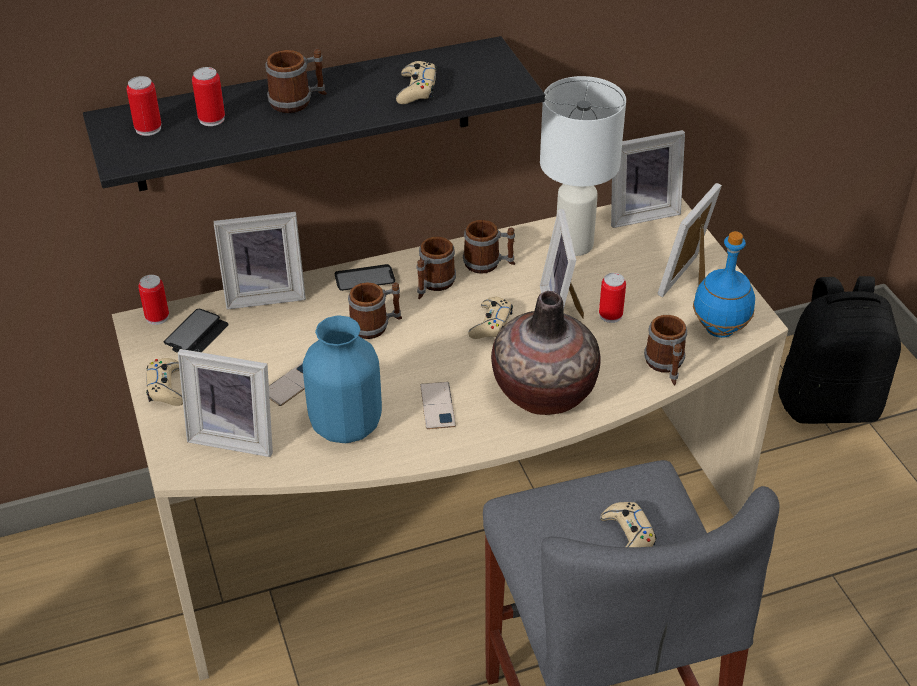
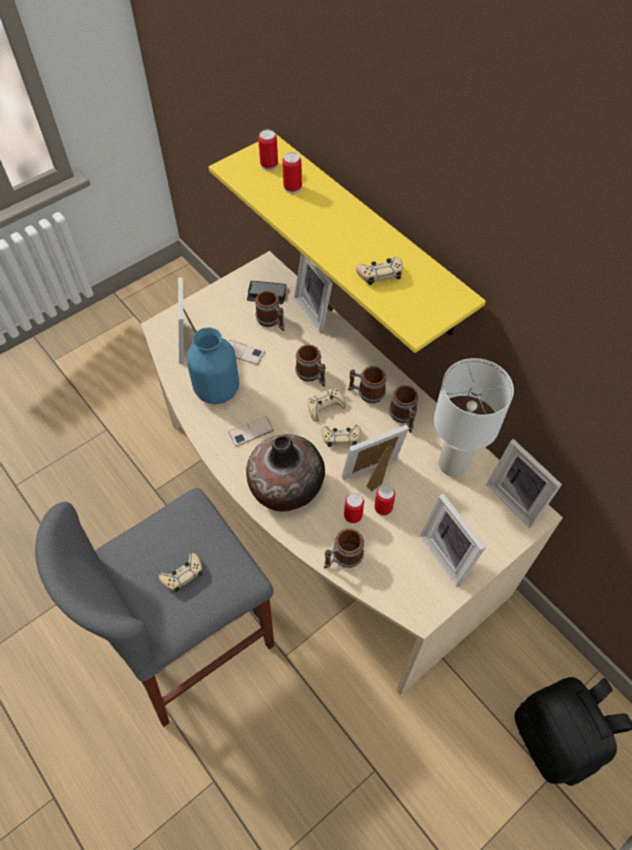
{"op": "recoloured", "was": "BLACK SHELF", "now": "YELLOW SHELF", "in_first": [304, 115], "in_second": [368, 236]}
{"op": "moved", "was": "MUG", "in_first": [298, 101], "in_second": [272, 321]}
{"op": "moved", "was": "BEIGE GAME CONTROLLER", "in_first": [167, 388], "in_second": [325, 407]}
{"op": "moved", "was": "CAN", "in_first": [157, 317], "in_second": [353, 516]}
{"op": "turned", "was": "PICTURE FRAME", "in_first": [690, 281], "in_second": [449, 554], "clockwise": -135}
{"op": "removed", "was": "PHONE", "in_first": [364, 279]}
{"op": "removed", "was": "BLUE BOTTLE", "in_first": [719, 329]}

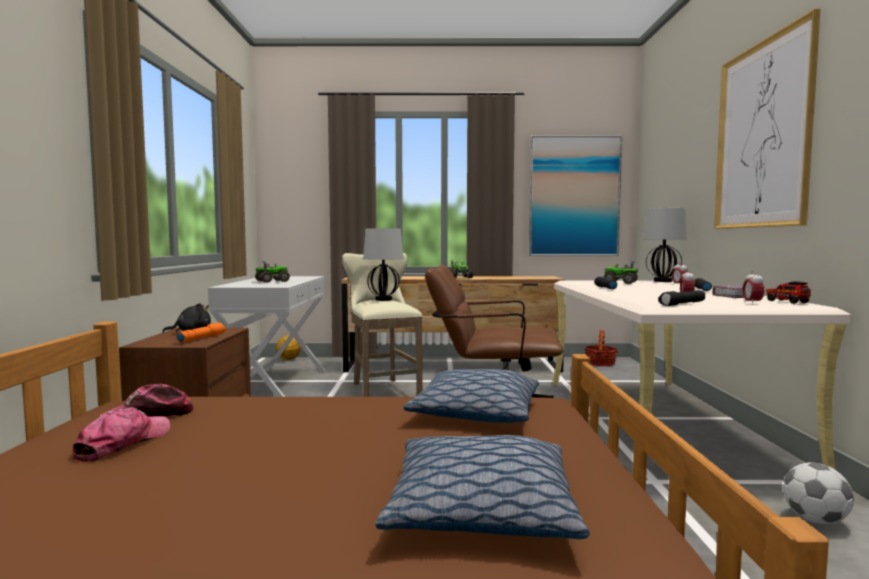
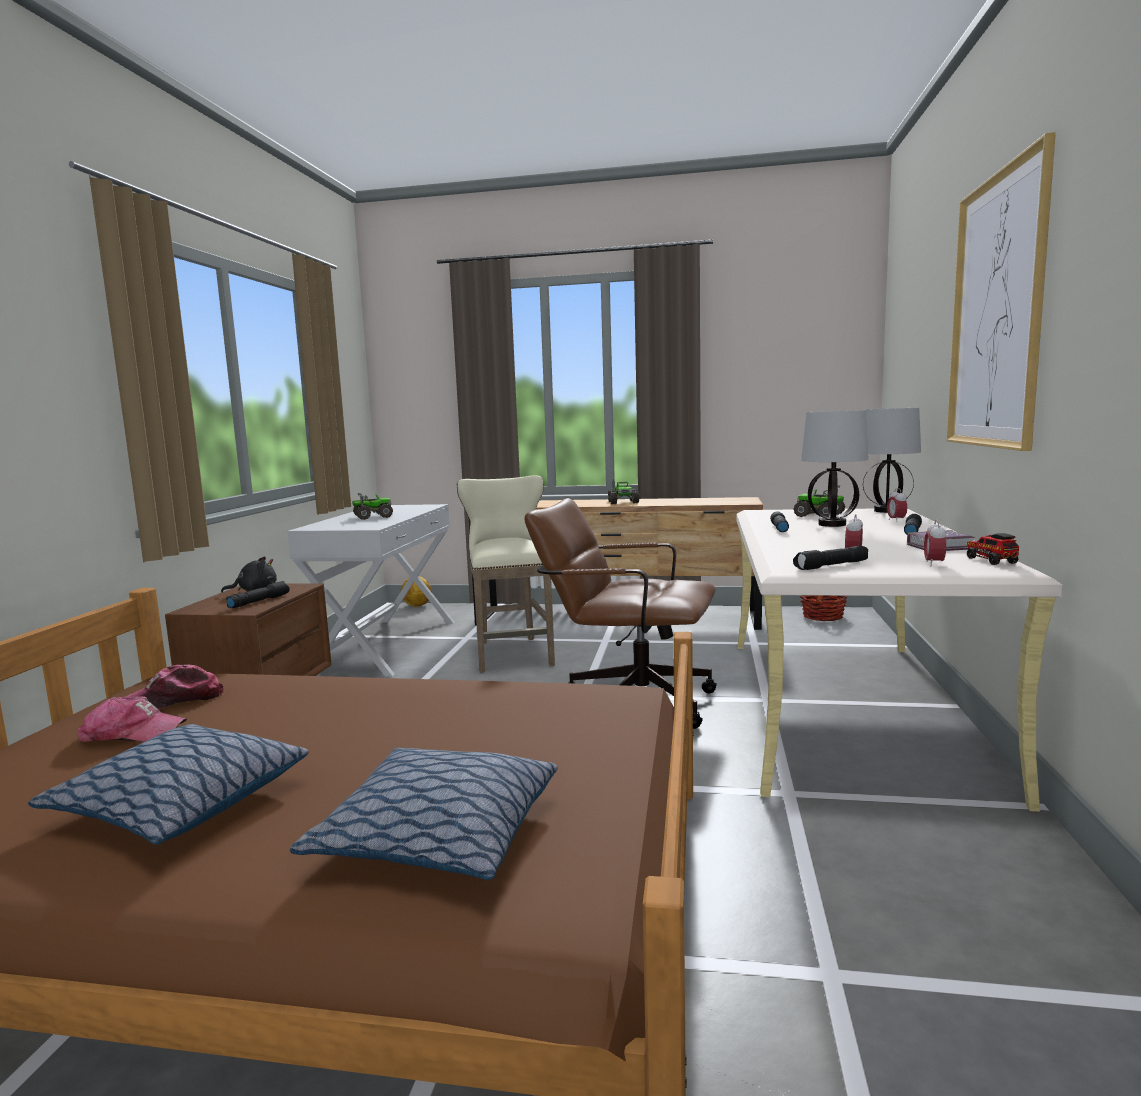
{"op": "moved", "was": "PILLOW", "in_first": [475, 413], "in_second": [179, 804]}
{"op": "turned", "was": "CAP", "in_first": [123, 443], "in_second": [132, 734], "clockwise": 60}
{"op": "recoloured", "was": "ORANGE FLASHLIGHT", "now": "BLACK FLASHLIGHT", "in_first": [201, 338], "in_second": [259, 601]}
{"op": "moved", "was": "TABLE LAMP", "in_first": [383, 300], "in_second": [831, 524]}
{"op": "removed", "was": "PICTURE", "in_first": [574, 196]}
{"op": "removed", "was": "FOOTBALL", "in_first": [815, 520]}

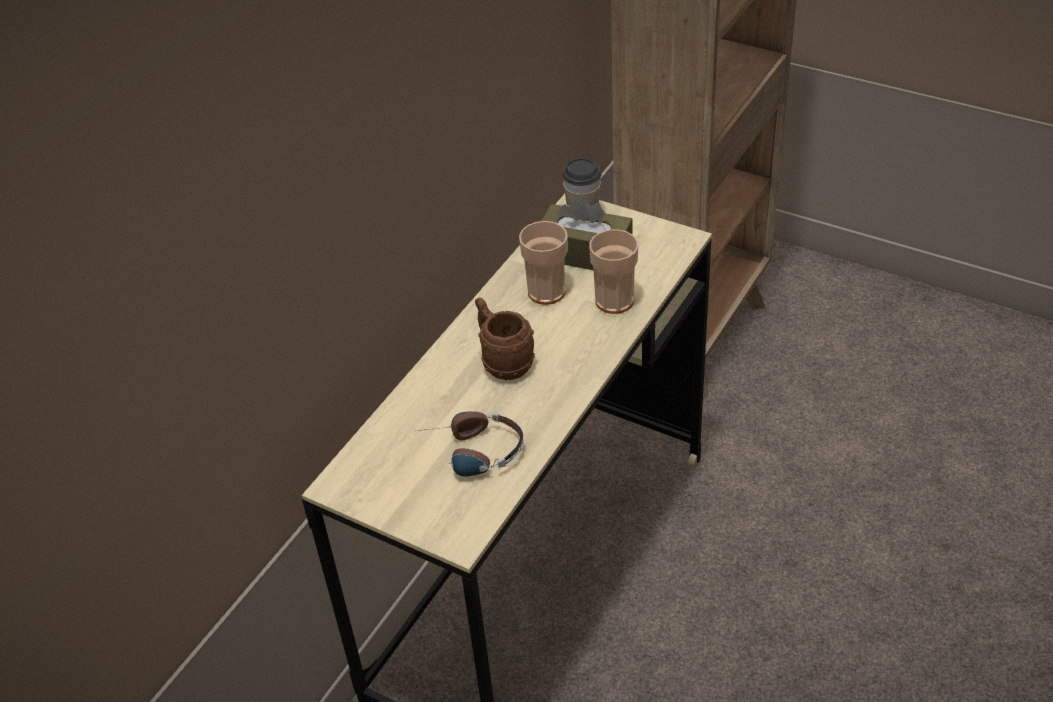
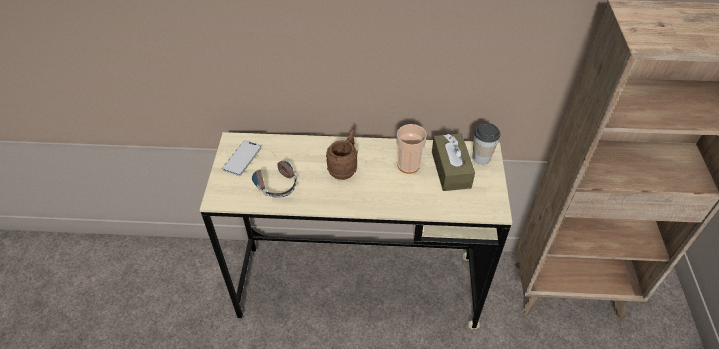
{"op": "added", "now": "PHONE", "in_second": [242, 159]}
{"op": "removed", "was": "CUP", "in_first": [614, 301]}

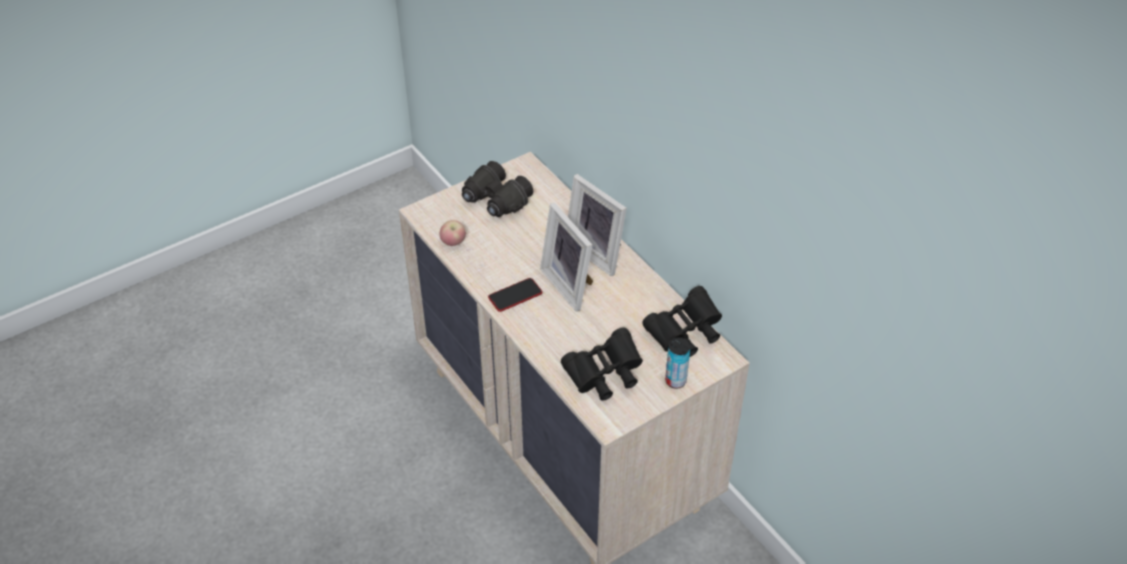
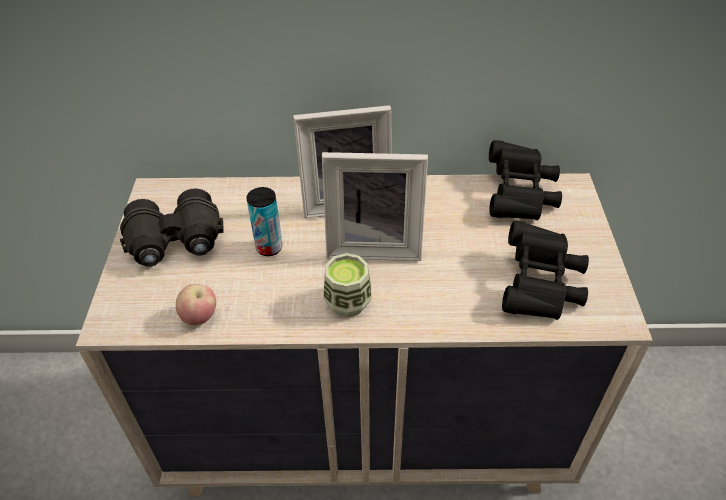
{"op": "moved", "was": "CAN", "in_first": [675, 381], "in_second": [269, 247]}
{"op": "replaced", "was": "PHONE", "now": "CUP", "in_first": [515, 295], "in_second": [348, 302]}

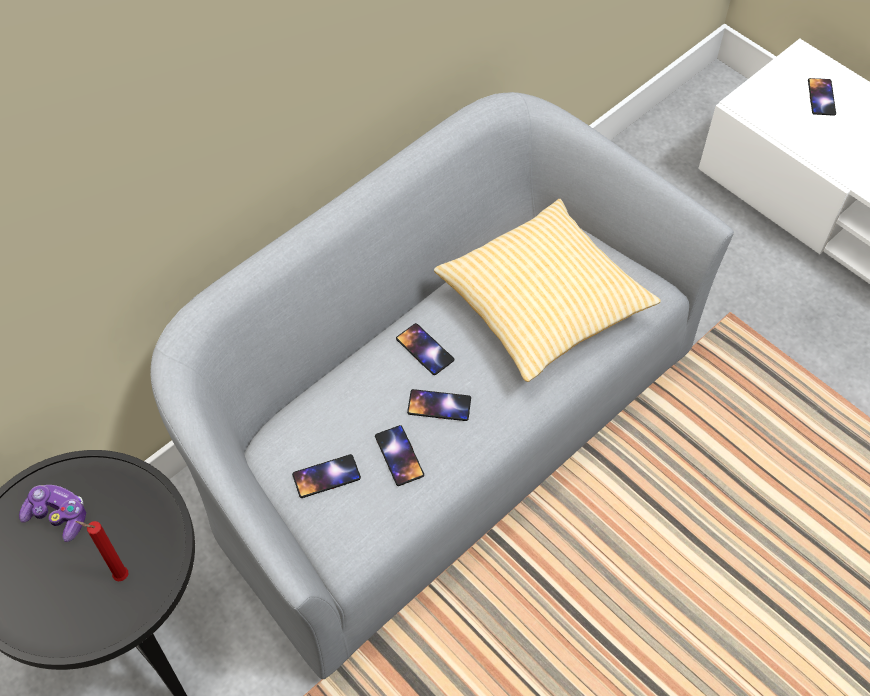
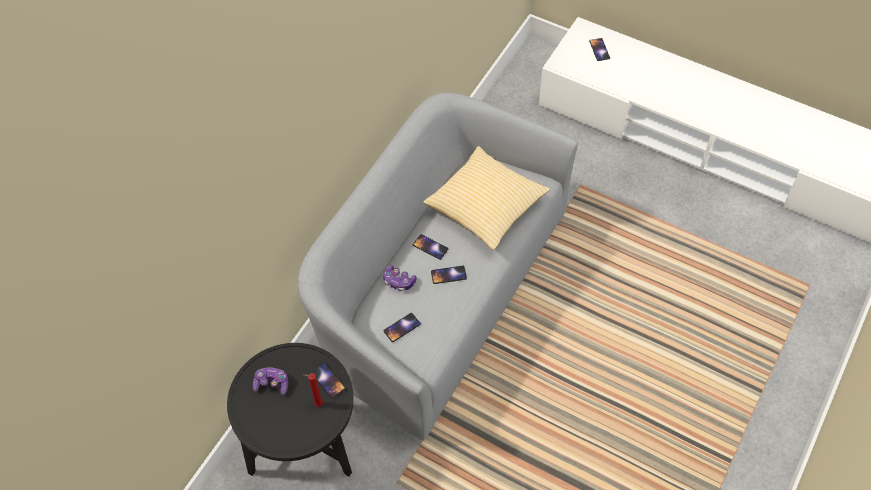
{"op": "moved", "was": "PHONE", "in_first": [399, 455], "in_second": [328, 380]}
{"op": "added", "now": "GAME CONTROLLER", "in_second": [399, 281]}

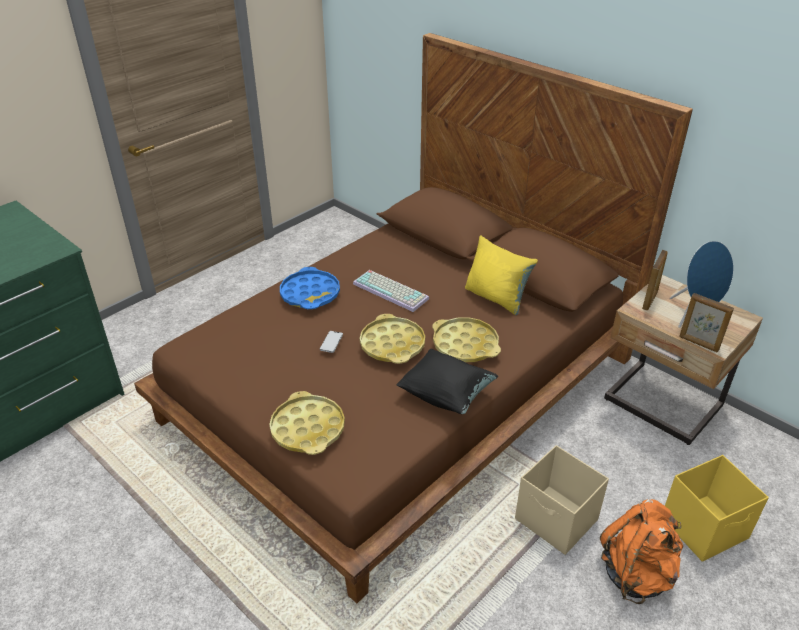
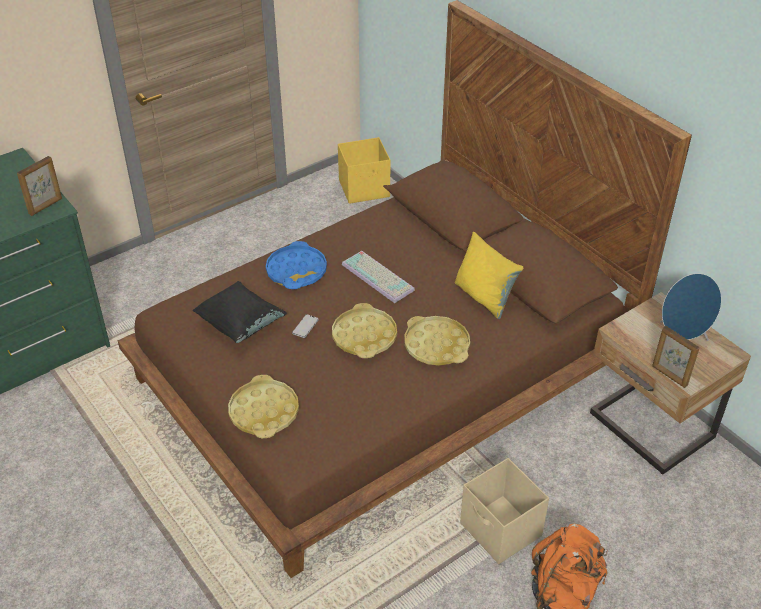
{"op": "moved", "was": "PICTURE FRAME", "in_first": [650, 300], "in_second": [46, 206]}
{"op": "moved", "was": "BLACK PILLOW", "in_first": [446, 395], "in_second": [240, 325]}
{"op": "moved", "was": "YELLOW STORAGE BOX", "in_first": [705, 528], "in_second": [365, 189]}

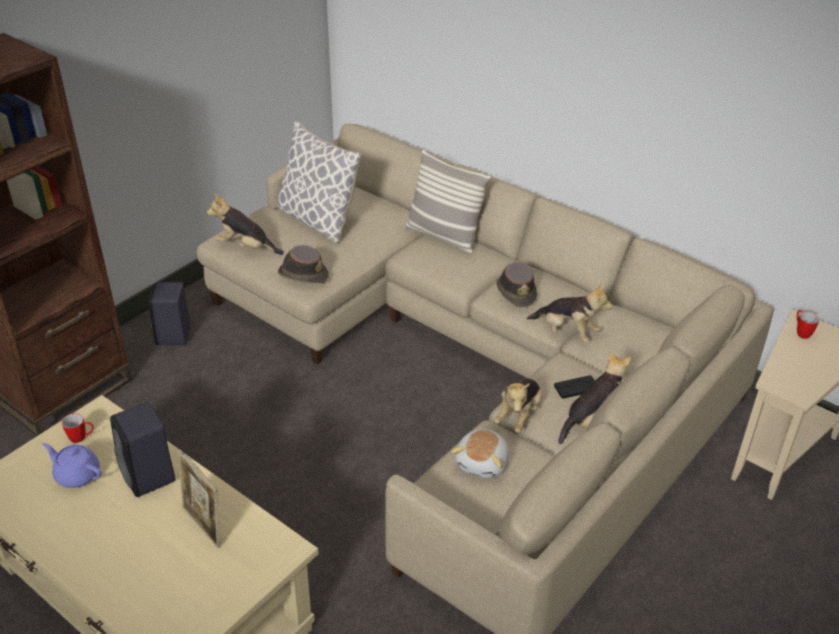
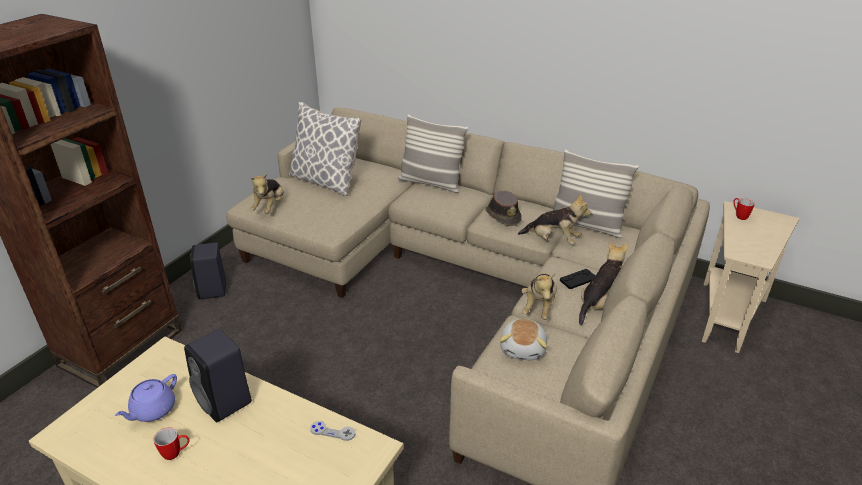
{"op": "turned", "was": "PURPLE TEAPOT", "in_first": [77, 475], "in_second": [152, 410], "clockwise": -75}
{"op": "moved", "was": "MUG", "in_first": [82, 438], "in_second": [176, 453]}
{"op": "turned", "was": "PLUSH TOY", "in_first": [246, 247], "in_second": [270, 207], "clockwise": -90}
{"op": "added", "now": "GREY GAME CONTROLLER", "in_second": [332, 431]}
{"op": "added", "now": "PILLOW", "in_second": [586, 226]}
{"op": "removed", "was": "PICTURE FRAME", "in_first": [204, 526]}
{"op": "removed", "was": "BROWN HAT", "in_first": [303, 274]}

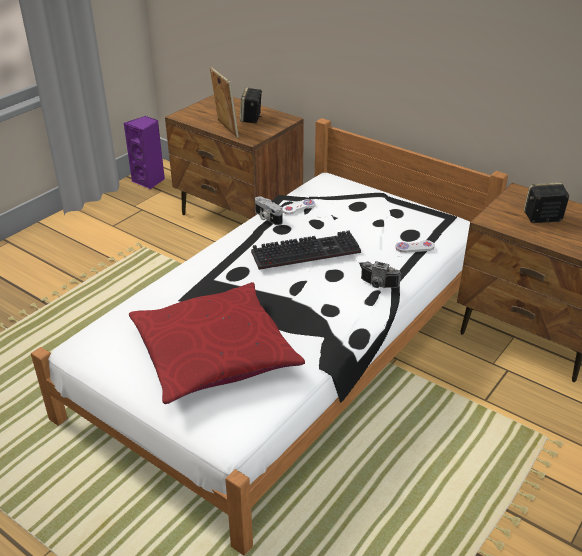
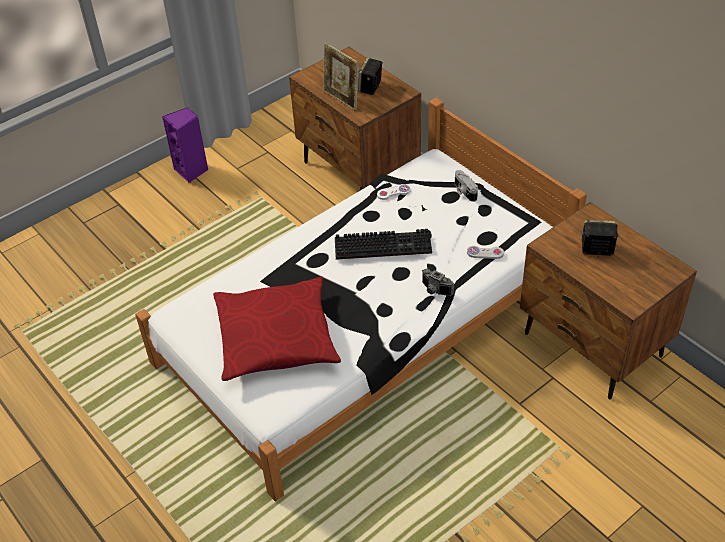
{"op": "moved", "was": "PURPLE SPEAKER", "in_first": [149, 181], "in_second": [192, 171]}
{"op": "turned", "was": "PICTURE FRAME", "in_first": [225, 129], "in_second": [341, 100], "clockwise": 150}
{"op": "moved", "was": "PHOTO CAMERA", "in_first": [267, 218], "in_second": [464, 191]}

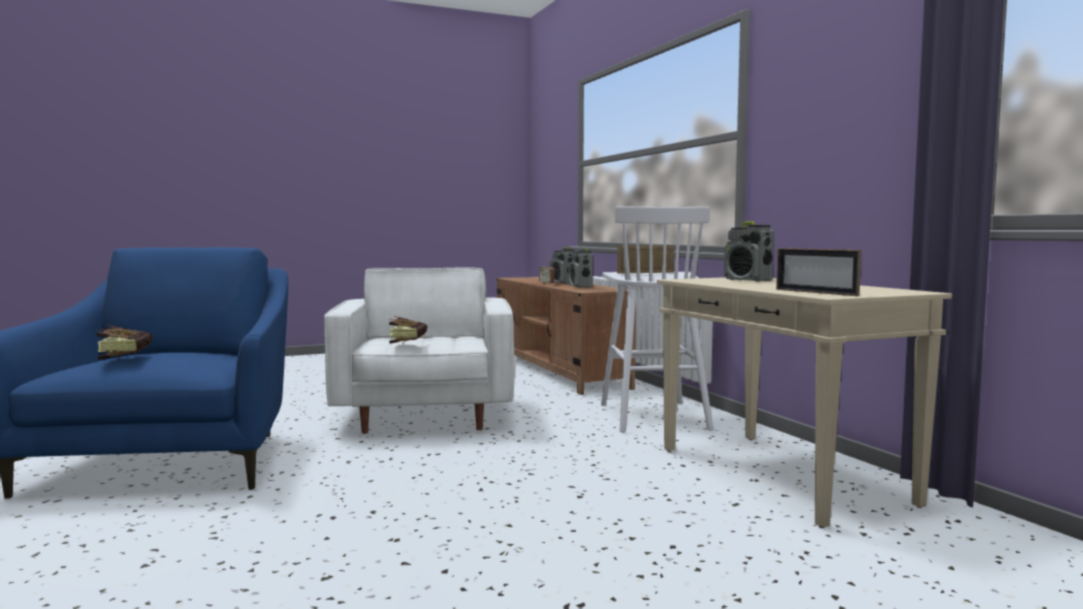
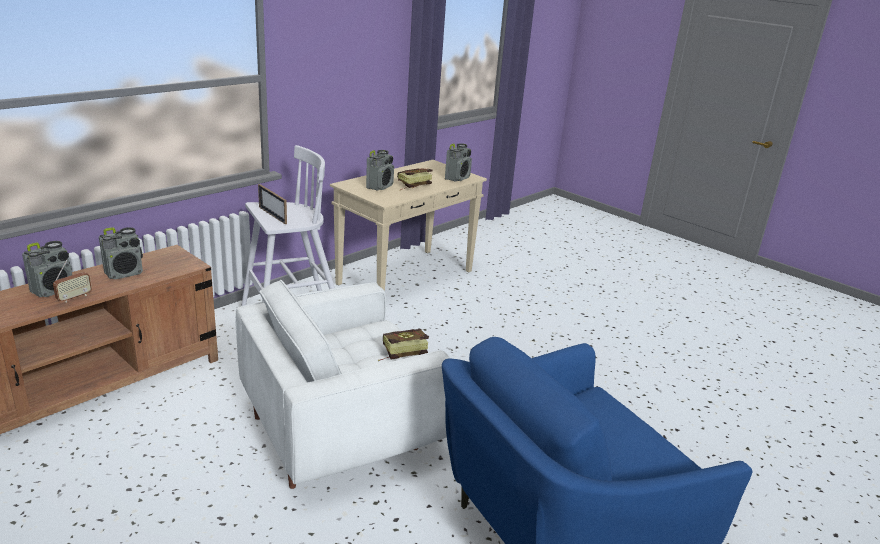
{"op": "moved", "was": "BOOK", "in_first": [127, 358], "in_second": [411, 186]}
{"op": "replaced", "was": "PICTURE FRAME", "now": "RADIO", "in_first": [815, 292], "in_second": [457, 178]}

